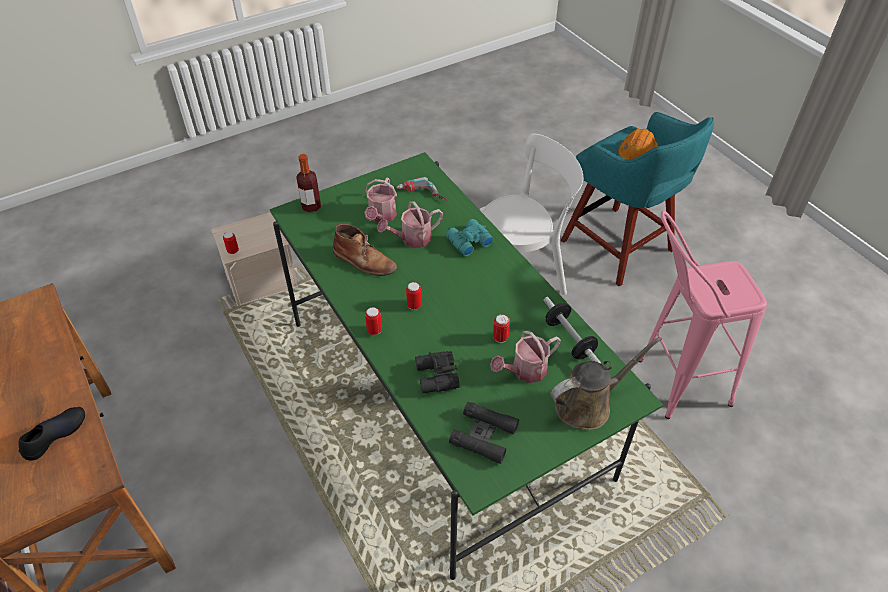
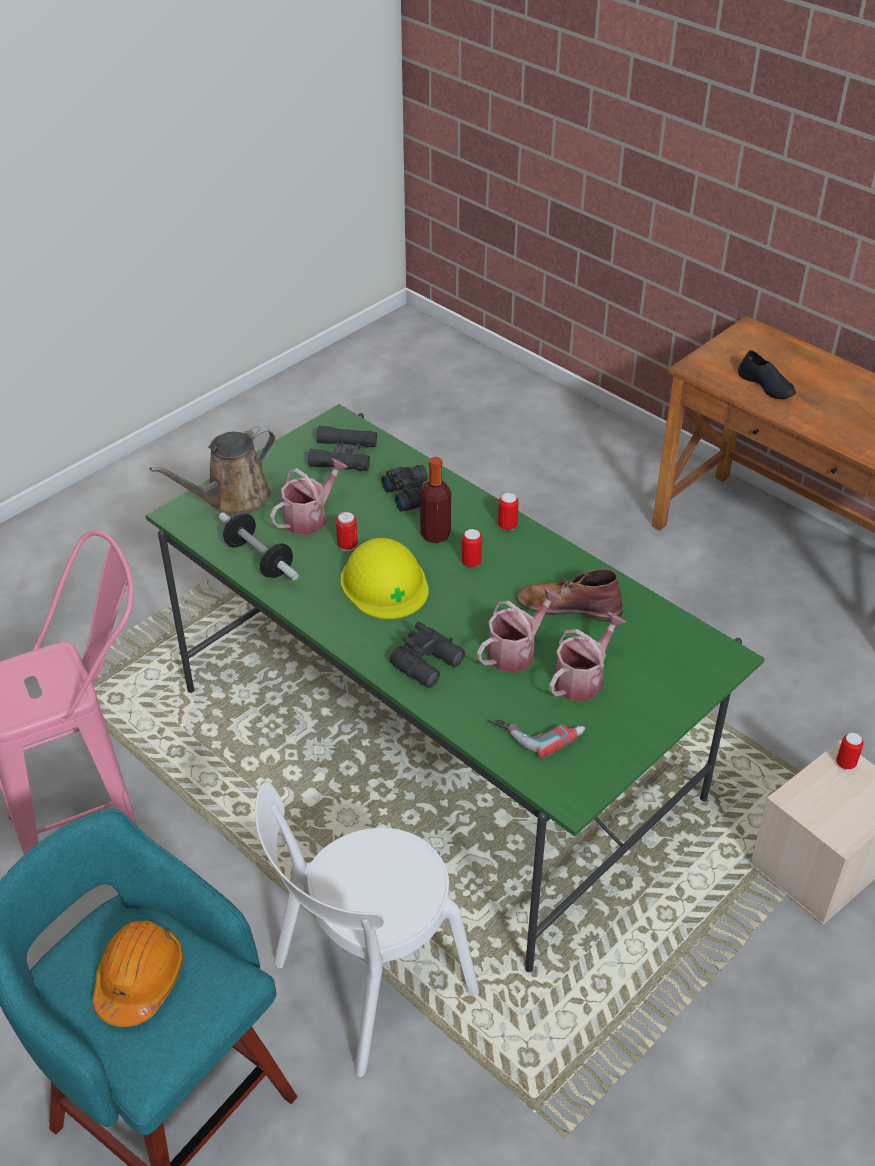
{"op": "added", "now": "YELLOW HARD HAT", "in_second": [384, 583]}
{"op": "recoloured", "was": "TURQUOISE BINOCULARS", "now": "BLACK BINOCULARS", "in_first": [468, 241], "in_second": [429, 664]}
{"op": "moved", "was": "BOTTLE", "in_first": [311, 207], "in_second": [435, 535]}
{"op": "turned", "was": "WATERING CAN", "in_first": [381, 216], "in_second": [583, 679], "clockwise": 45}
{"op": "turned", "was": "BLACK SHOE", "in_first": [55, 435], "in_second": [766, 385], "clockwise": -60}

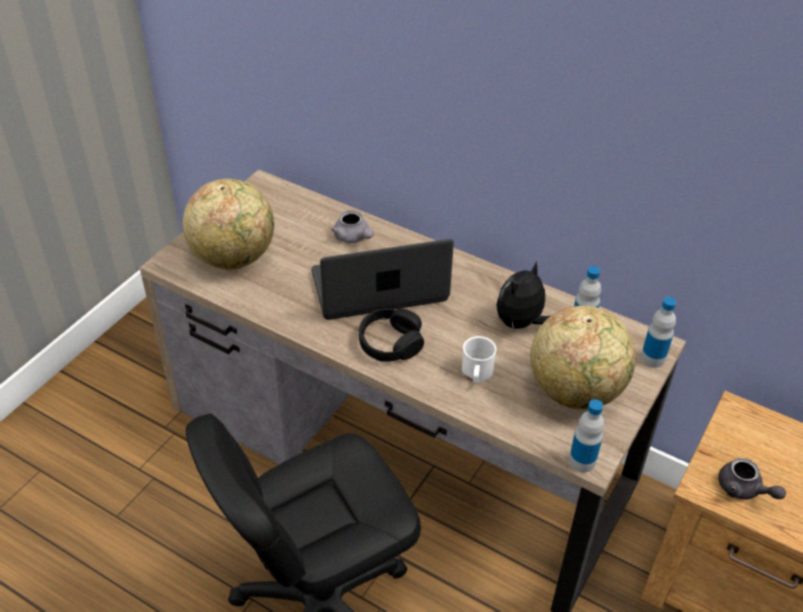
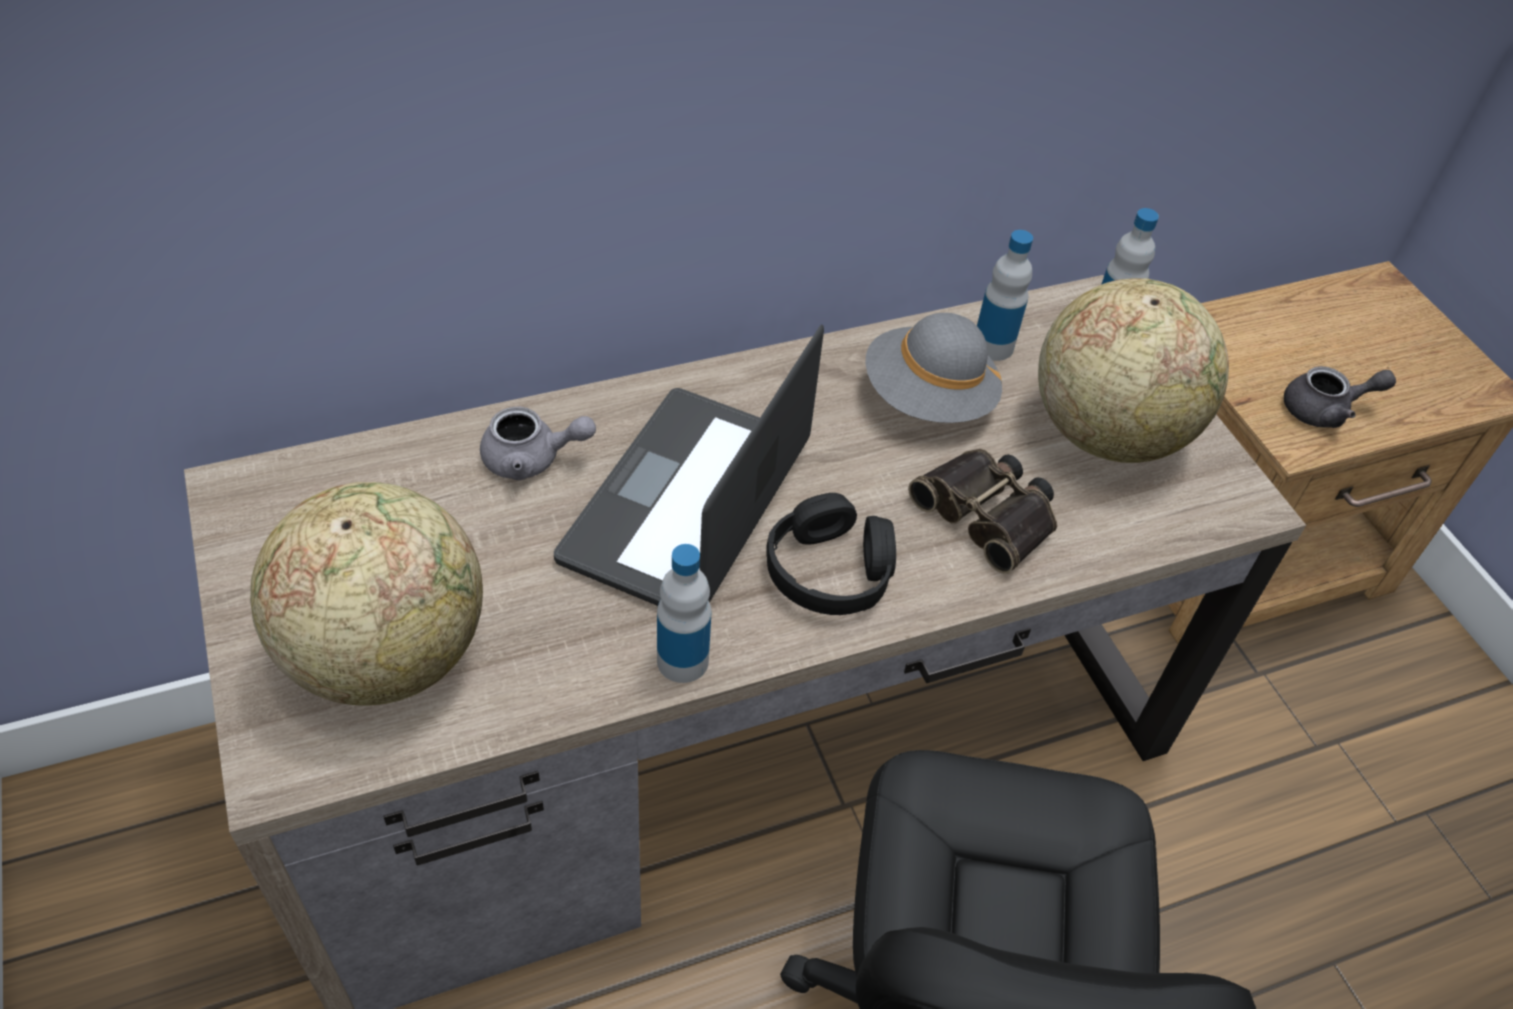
{"op": "moved", "was": "BOTTLE", "in_first": [582, 461], "in_second": [682, 660]}
{"op": "replaced", "was": "PLUSH TOY", "now": "GREY HAT", "in_first": [521, 323], "in_second": [928, 399]}
{"op": "replaced", "was": "WHITE MUG", "now": "BINOCULARS", "in_first": [476, 374], "in_second": [989, 514]}

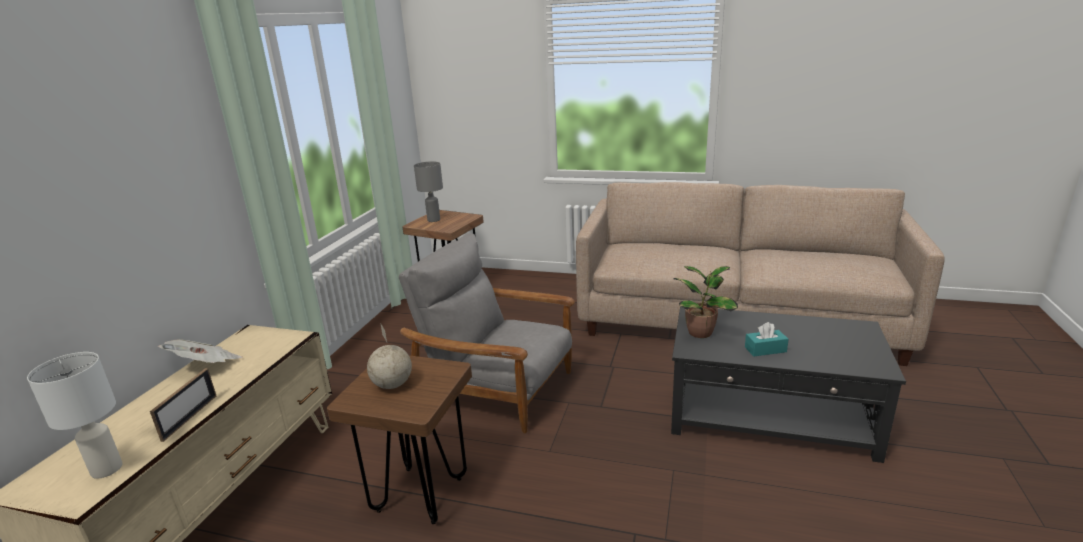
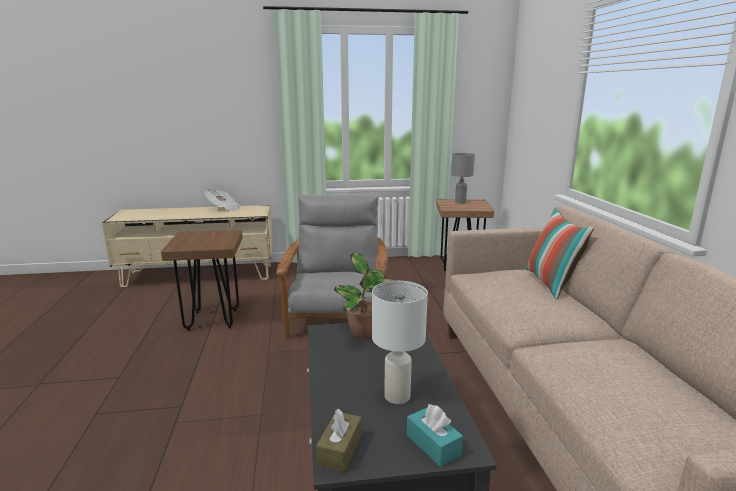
{"op": "added", "now": "BROWN TISSUE BOX", "in_second": [340, 450]}
{"op": "moved", "was": "WHITE TABLE LAMP", "in_first": [107, 469], "in_second": [397, 397]}
{"op": "moved", "was": "TURQUOISE TISSUE BOX", "in_first": [765, 349], "in_second": [433, 444]}
{"op": "added", "now": "PILLOW", "in_second": [551, 284]}
{"op": "removed", "was": "PICTURE FRAME", "in_first": [190, 417]}
{"op": "removed", "was": "GLOBE", "in_first": [393, 384]}

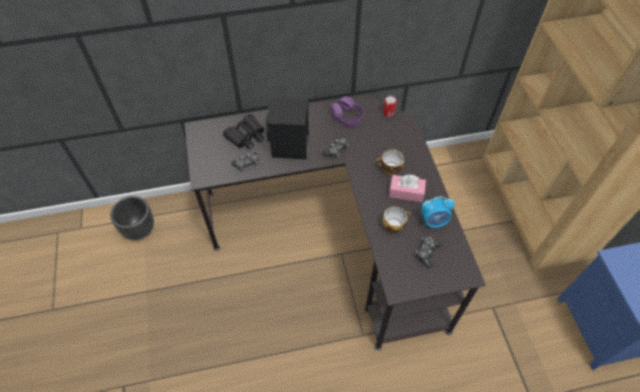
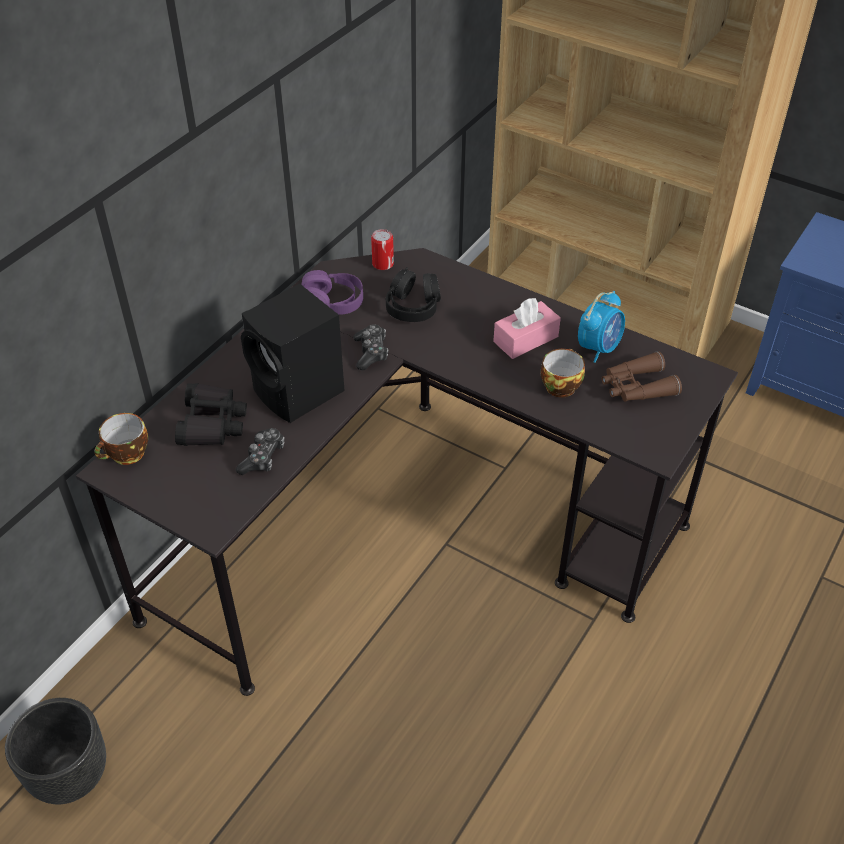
{"op": "moved", "was": "CUP", "in_first": [389, 169], "in_second": [127, 455]}
{"op": "added", "now": "BLACK HEADPHONES", "in_second": [413, 306]}
{"op": "replaced", "was": "GAME CONTROLLER", "now": "BROWN BINOCULARS", "in_first": [426, 253], "in_second": [636, 387]}

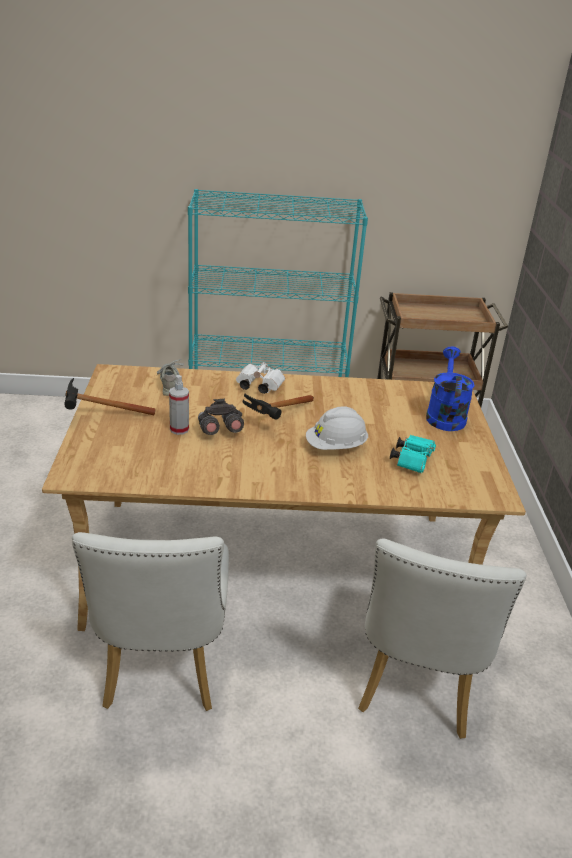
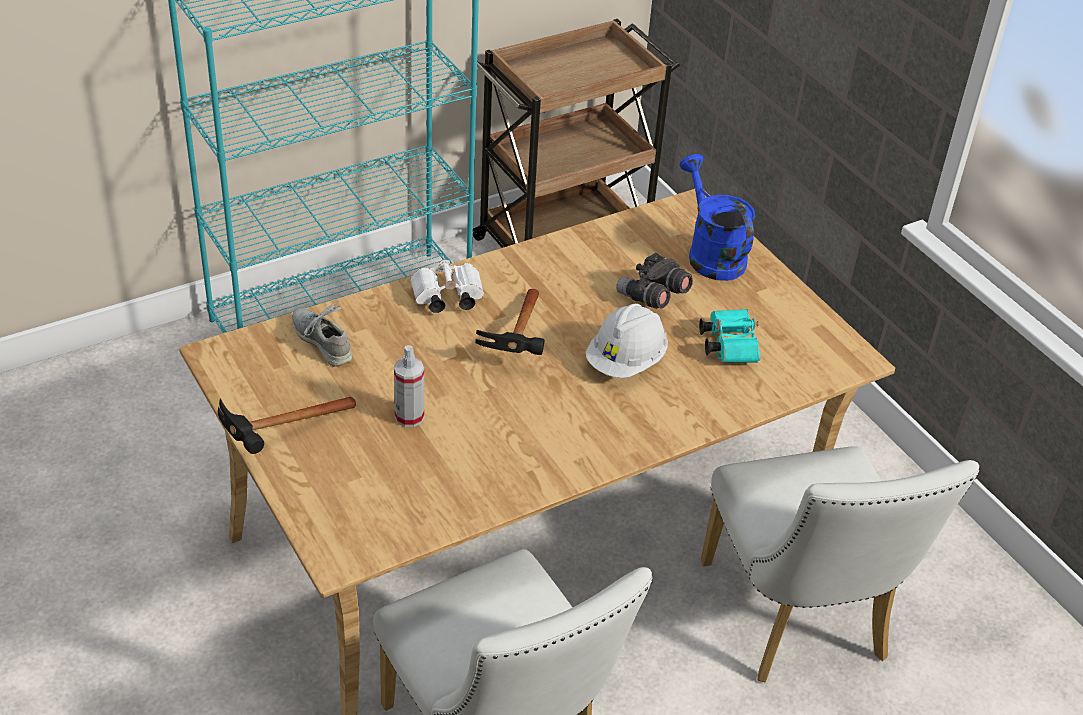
{"op": "moved", "was": "GREY BINOCULARS", "in_first": [219, 431], "in_second": [652, 297]}

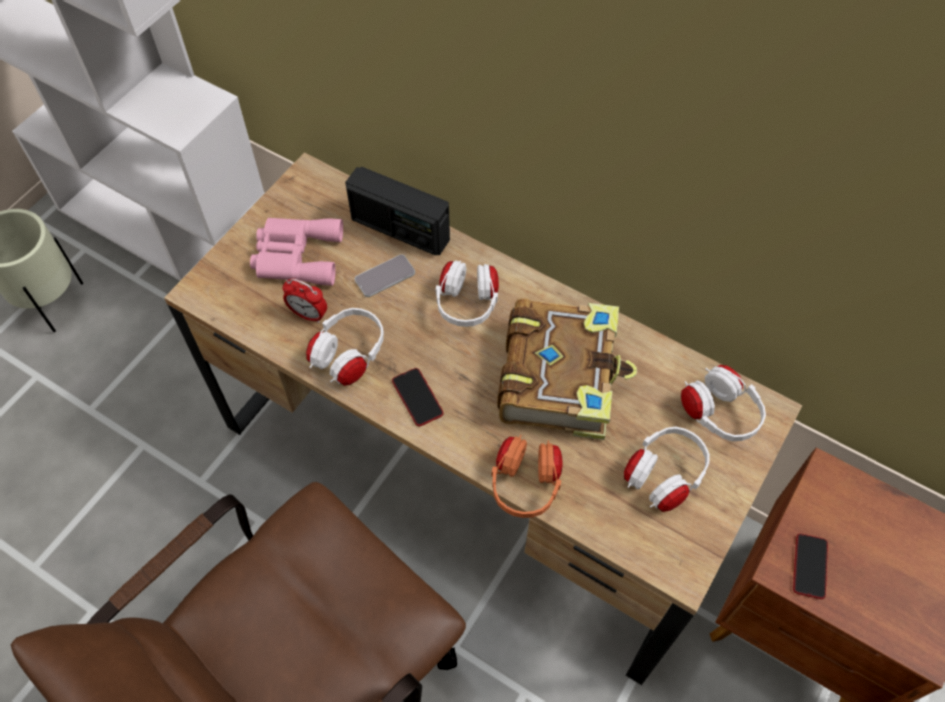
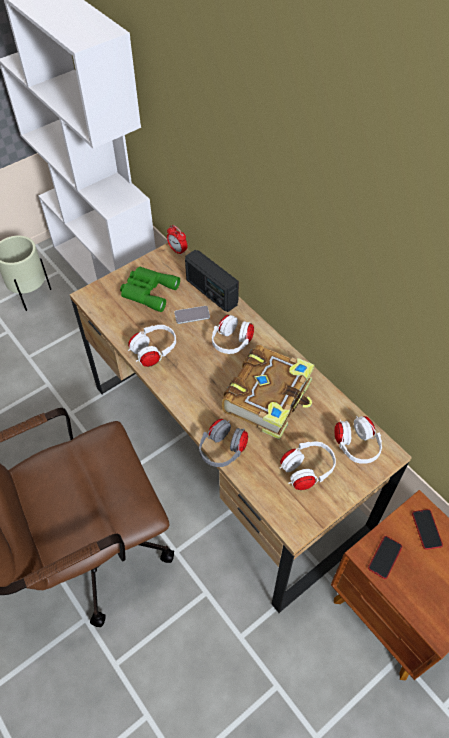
{"op": "recoloured", "was": "PINK BINOCULARS", "now": "GREEN BINOCULARS", "in_first": [295, 255], "in_second": [148, 291]}
{"op": "moved", "was": "ALARM CLOCK", "in_first": [308, 314], "in_second": [177, 250]}
{"op": "recoloured", "was": "ORANGE HEADPHONES", "now": "GREY HEADPHONES", "in_first": [525, 485], "in_second": [223, 450]}
{"op": "moved", "was": "PHONE", "in_first": [417, 397], "in_second": [426, 529]}

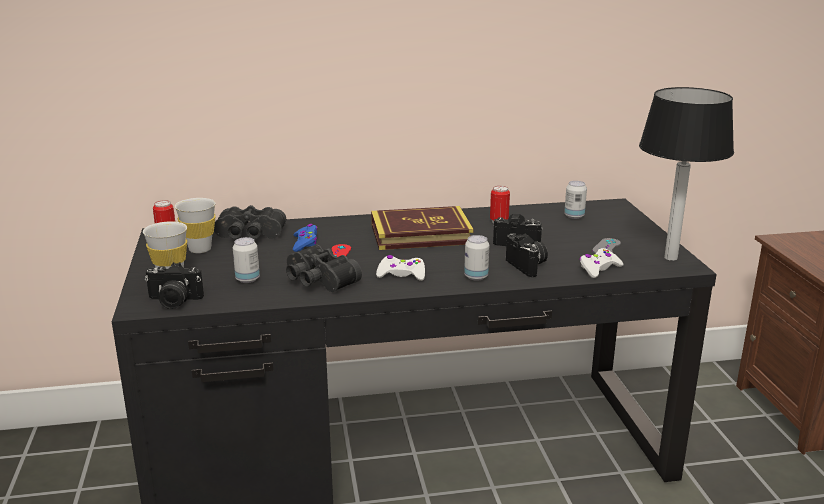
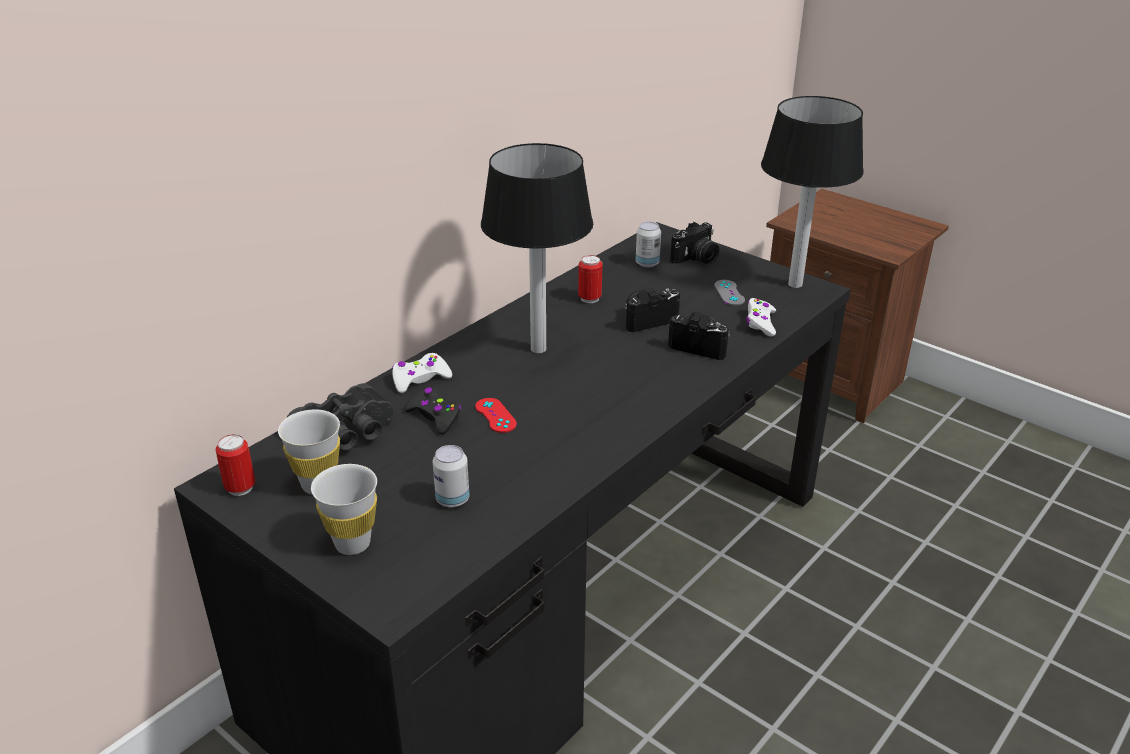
{"op": "moved", "was": "WHITE GAME CONTROLLER", "in_first": [401, 274], "in_second": [420, 379]}
{"op": "recoloured", "was": "BLUE GAME CONTROLLER", "now": "BLACK GAME CONTROLLER", "in_first": [305, 243], "in_second": [434, 416]}
{"op": "replaced", "was": "BOOK", "now": "TABLE LAMP", "in_first": [420, 234], "in_second": [539, 348]}
{"op": "moved", "was": "PHOTO CAMERA", "in_first": [173, 301], "in_second": [696, 259]}
{"op": "removed", "was": "BLACK BINOCULARS", "in_first": [318, 281]}
{"op": "removed", "was": "CAN", "in_first": [476, 277]}

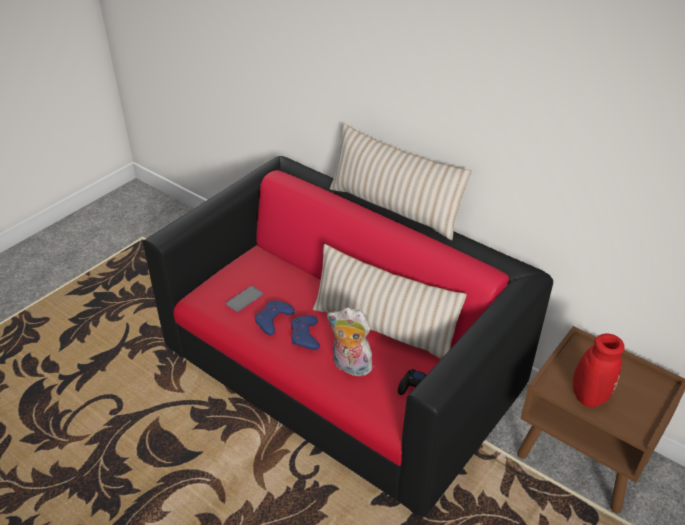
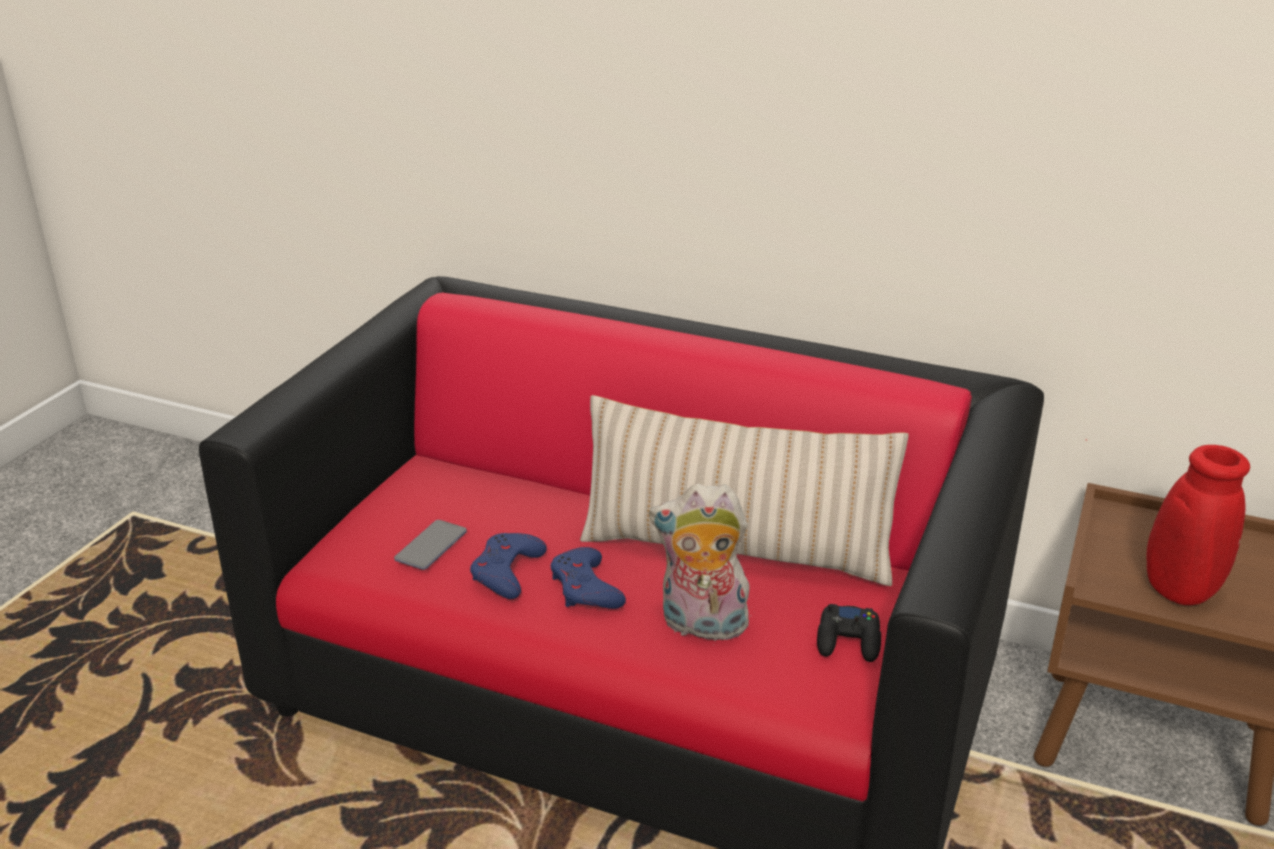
{"op": "removed", "was": "BEIGE PILLOW", "in_first": [394, 208]}

